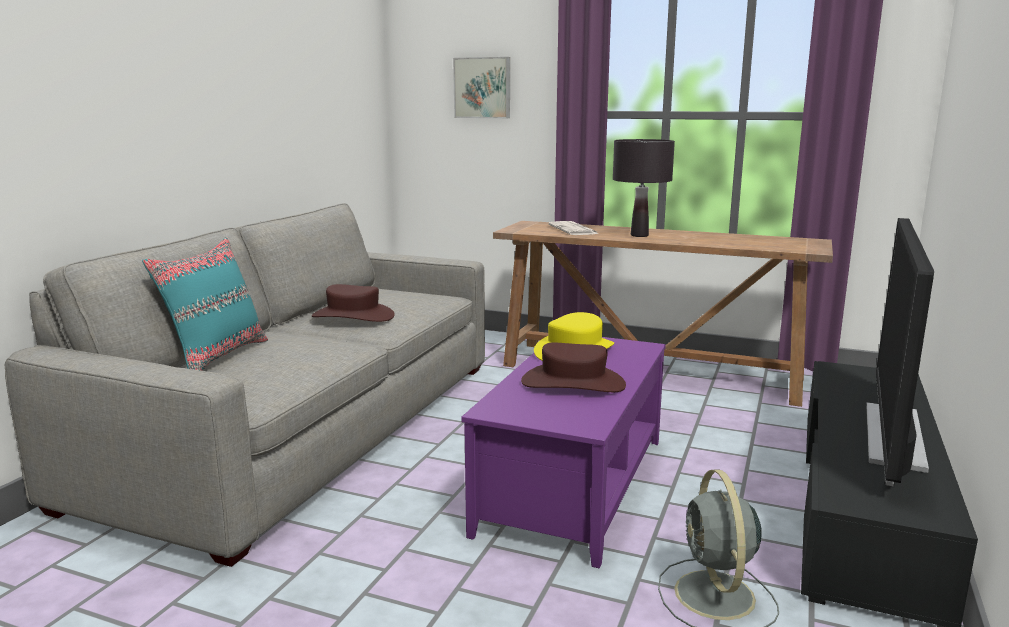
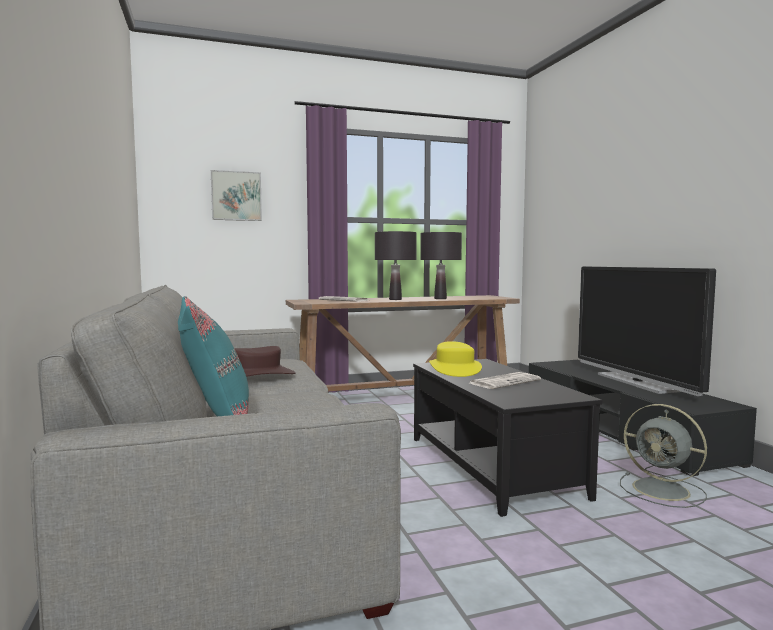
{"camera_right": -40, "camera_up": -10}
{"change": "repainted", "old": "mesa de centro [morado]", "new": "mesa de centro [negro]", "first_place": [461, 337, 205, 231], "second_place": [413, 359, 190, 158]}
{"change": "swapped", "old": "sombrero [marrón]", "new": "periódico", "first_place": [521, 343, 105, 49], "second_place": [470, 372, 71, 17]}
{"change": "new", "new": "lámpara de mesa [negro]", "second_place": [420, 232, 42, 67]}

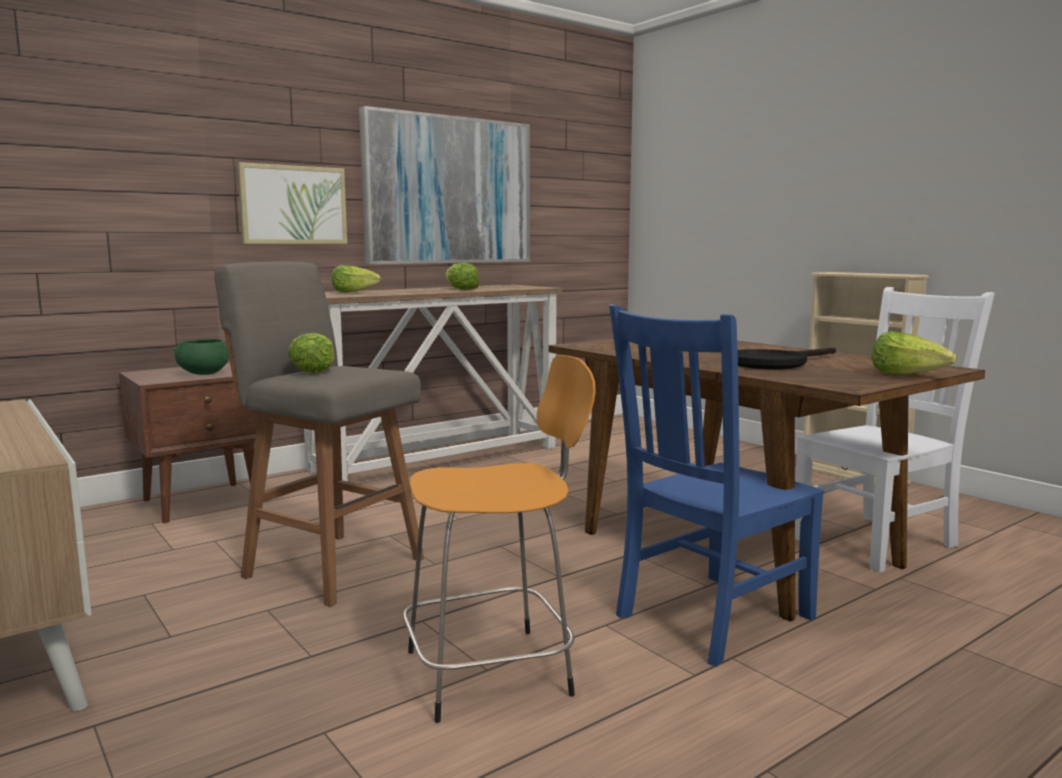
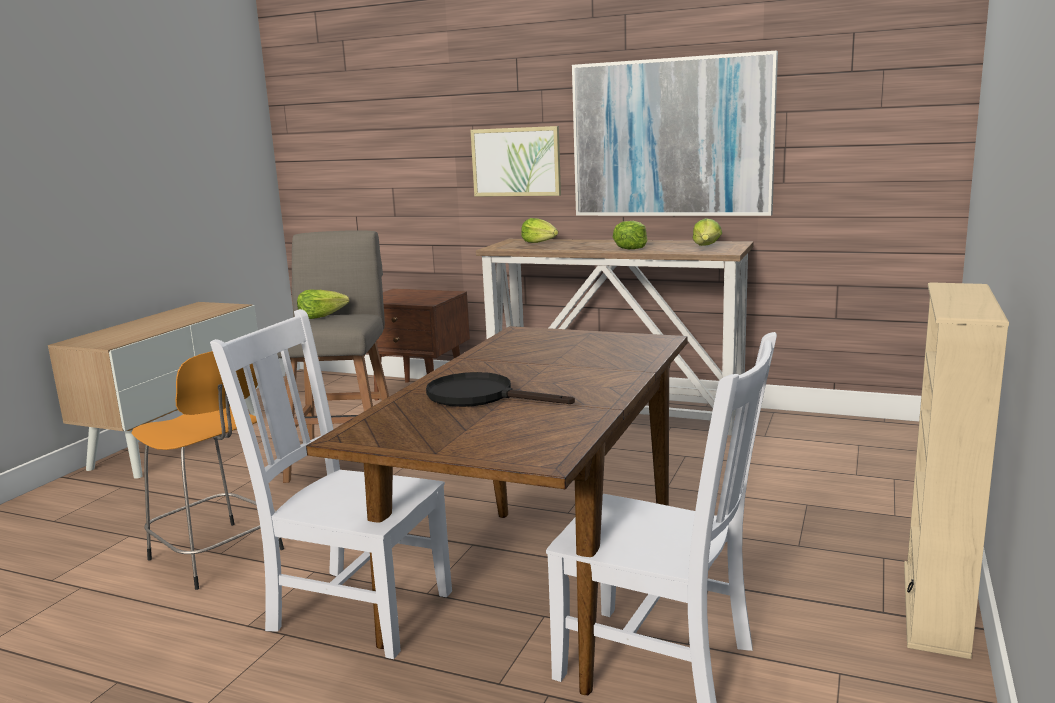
{"camera_right": 60, "camera_up": 5}
{"change": "repainted", "old": "silla [azul]", "new": "silla [blanco]", "first_place": [609, 304, 215, 362], "second_place": [210, 309, 242, 350]}
{"change": "shifted", "old": "lechuga", "first_place": [871, 331, 85, 44], "second_place": [693, 218, 29, 28]}
{"change": "gone", "old": "cuenco [verde]", "first_place": [174, 339, 55, 36]}

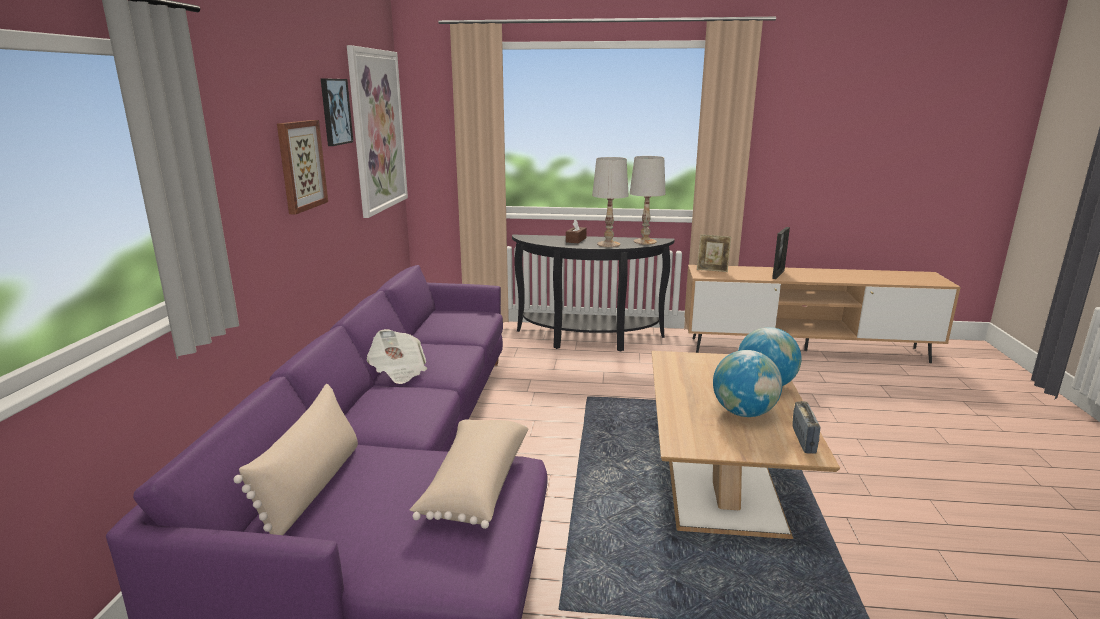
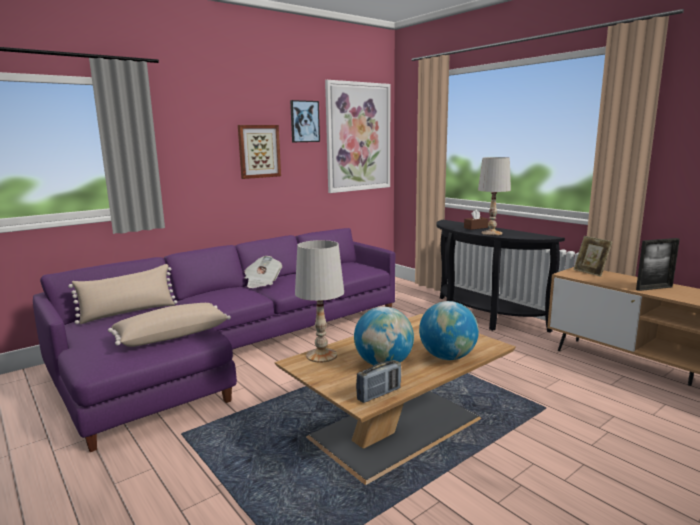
{"camera_right": 45, "camera_up": -5}
{"change": "shifted", "old": "lámpara de mesa [blanco]", "first_place": [630, 156, 36, 89], "second_place": [295, 240, 49, 123]}

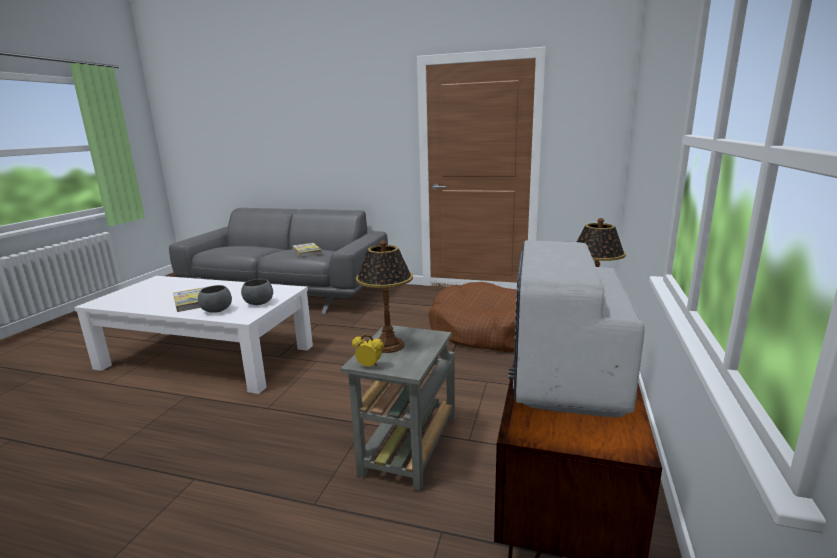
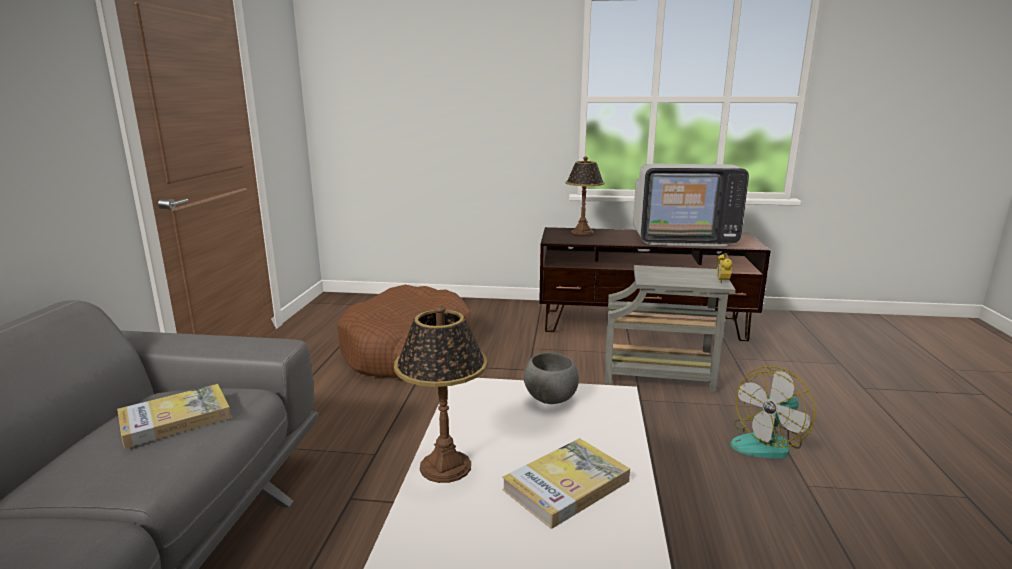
{"camera_right": -100, "camera_up": 0}
{"change": "shifted", "old": "lámpara de mesa", "first_place": [356, 240, 57, 113], "second_place": [394, 304, 93, 179]}
{"change": "gone", "old": "cuenco [gris]", "first_place": [198, 285, 34, 28]}
{"change": "new", "new": "ventilador", "second_place": [730, 366, 85, 92]}

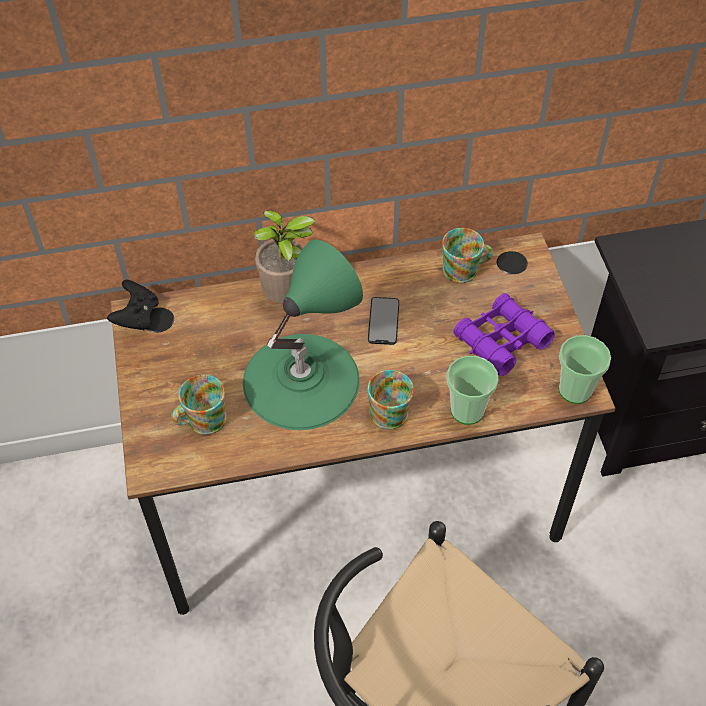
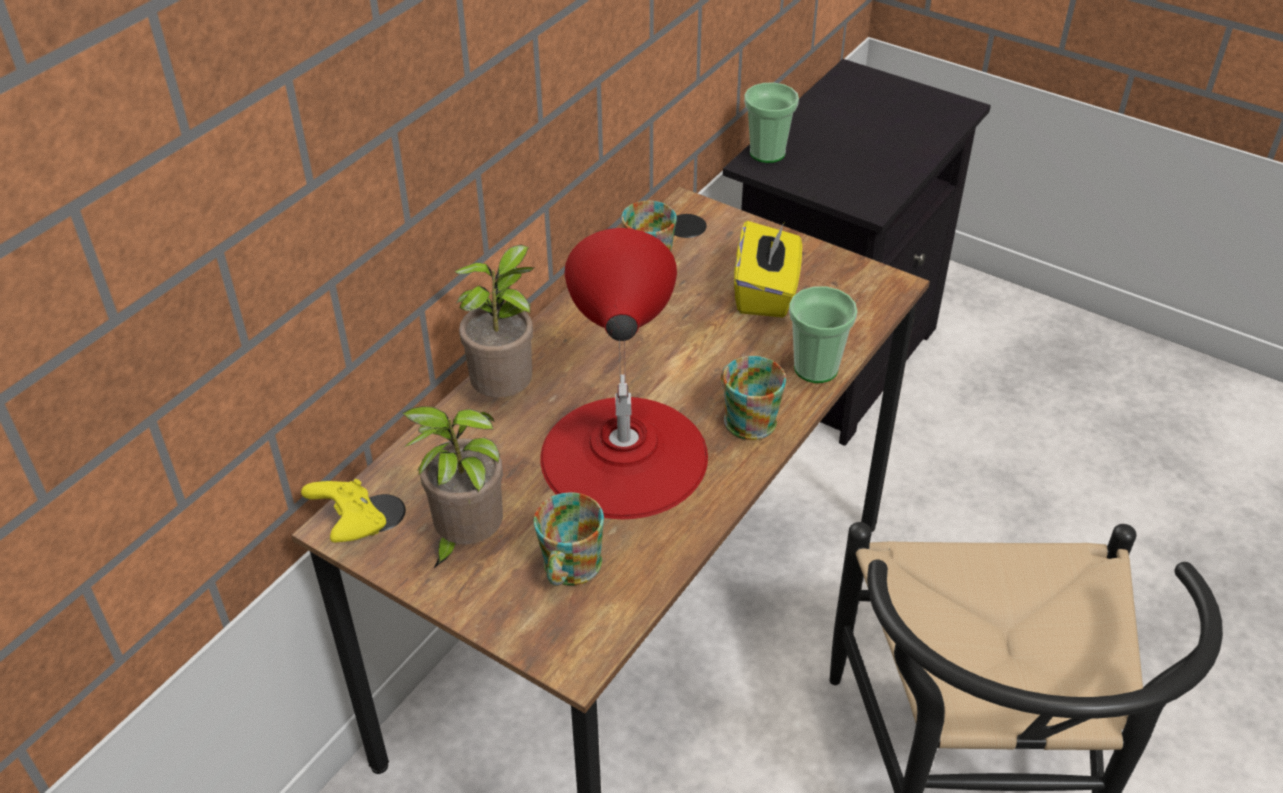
{"camera_right": -45, "camera_up": -10}
{"change": "repainted", "old": "lámpara de mesa [verde]", "new": "lámpara de mesa [rojo]", "first_place": [243, 239, 120, 191], "second_place": [540, 228, 168, 291]}
{"change": "repainted", "old": "mando de consola [negro]", "new": "mando de consola [amarillo]", "first_place": [107, 280, 52, 50], "second_place": [301, 479, 85, 64]}
{"change": "swapped", "old": "prismáticos [morado]", "new": "caja de pañuelos [amarillo]", "first_place": [454, 293, 101, 83], "second_place": [734, 221, 68, 96]}
{"change": "gone", "old": "móvil", "first_place": [368, 297, 31, 48]}
{"change": "shifted", "old": "taza", "first_place": [559, 335, 52, 69], "second_place": [744, 82, 55, 81]}
{"change": "new", "new": "planta en maceta", "second_place": [403, 406, 100, 163]}

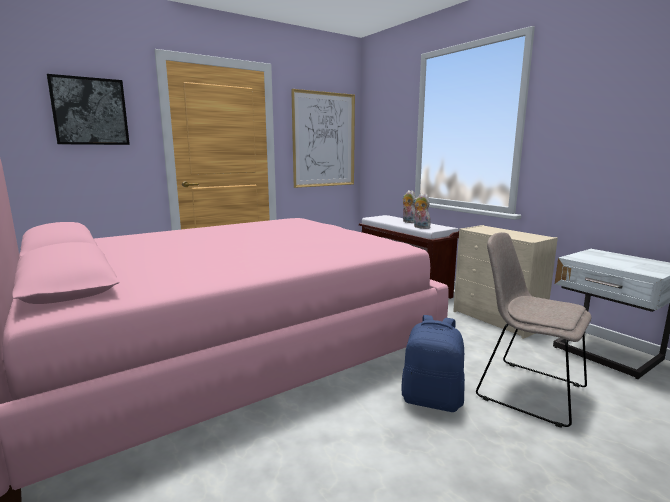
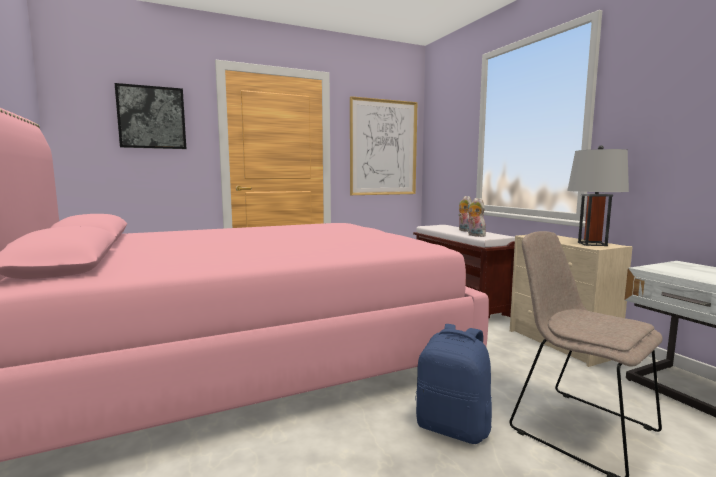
{"camera_right": 10, "camera_up": -5}
{"change": "new", "new": "lámpara de mesa [gris]", "second_place": [567, 145, 62, 101]}

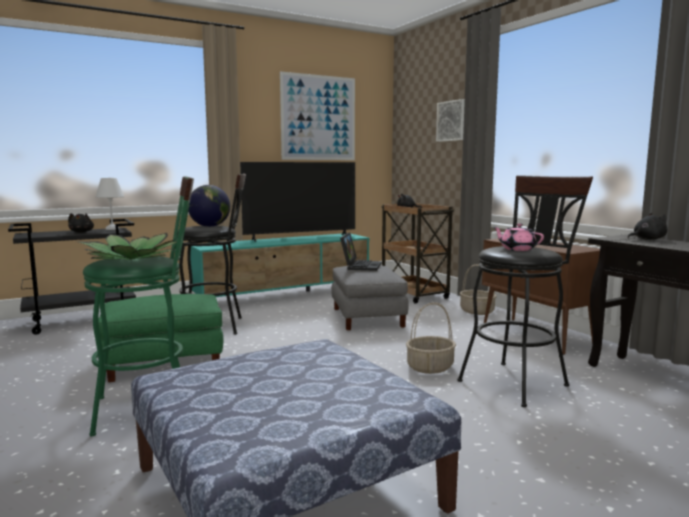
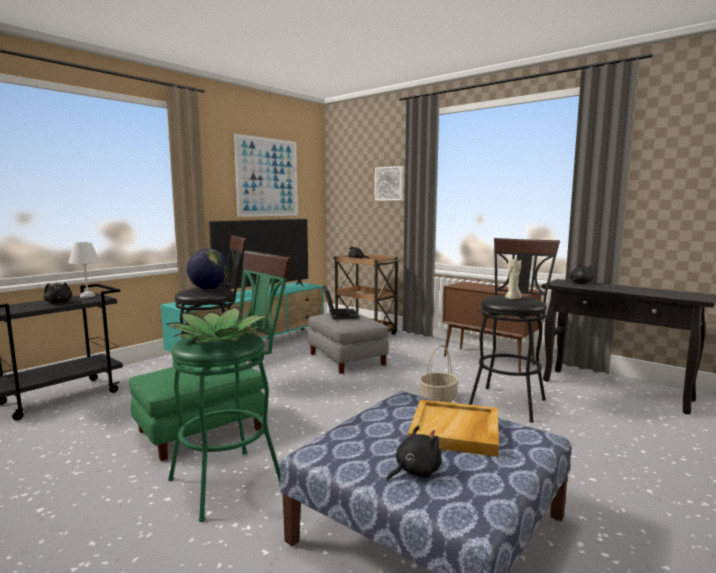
{"camera_right": -20, "camera_up": 0}
{"change": "swapped", "old": "tetera [rosa]", "new": "vela [beis]", "first_place": [493, 223, 51, 28], "second_place": [505, 259, 17, 40]}
{"change": "gone", "old": "cesta", "first_place": [460, 264, 37, 51]}
{"change": "new", "new": "bandeja [beis]", "second_place": [408, 399, 91, 58]}
{"change": "new", "new": "peluche [negro]", "second_place": [386, 425, 55, 56]}

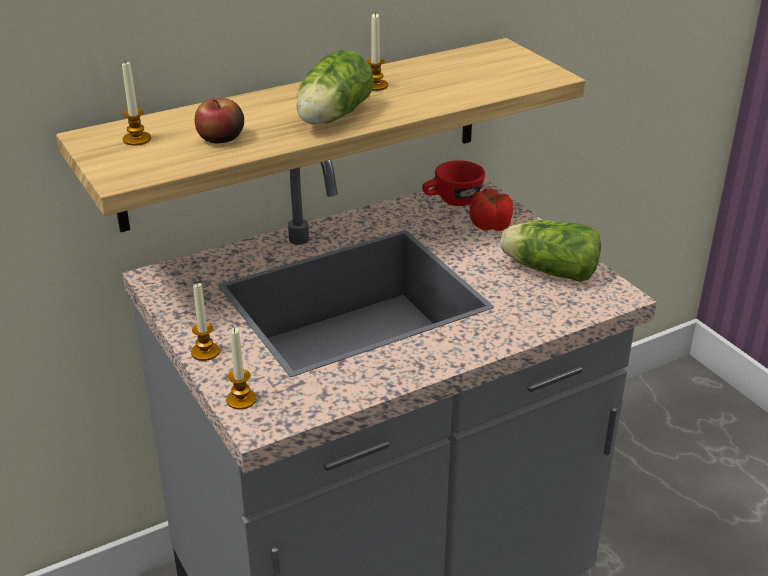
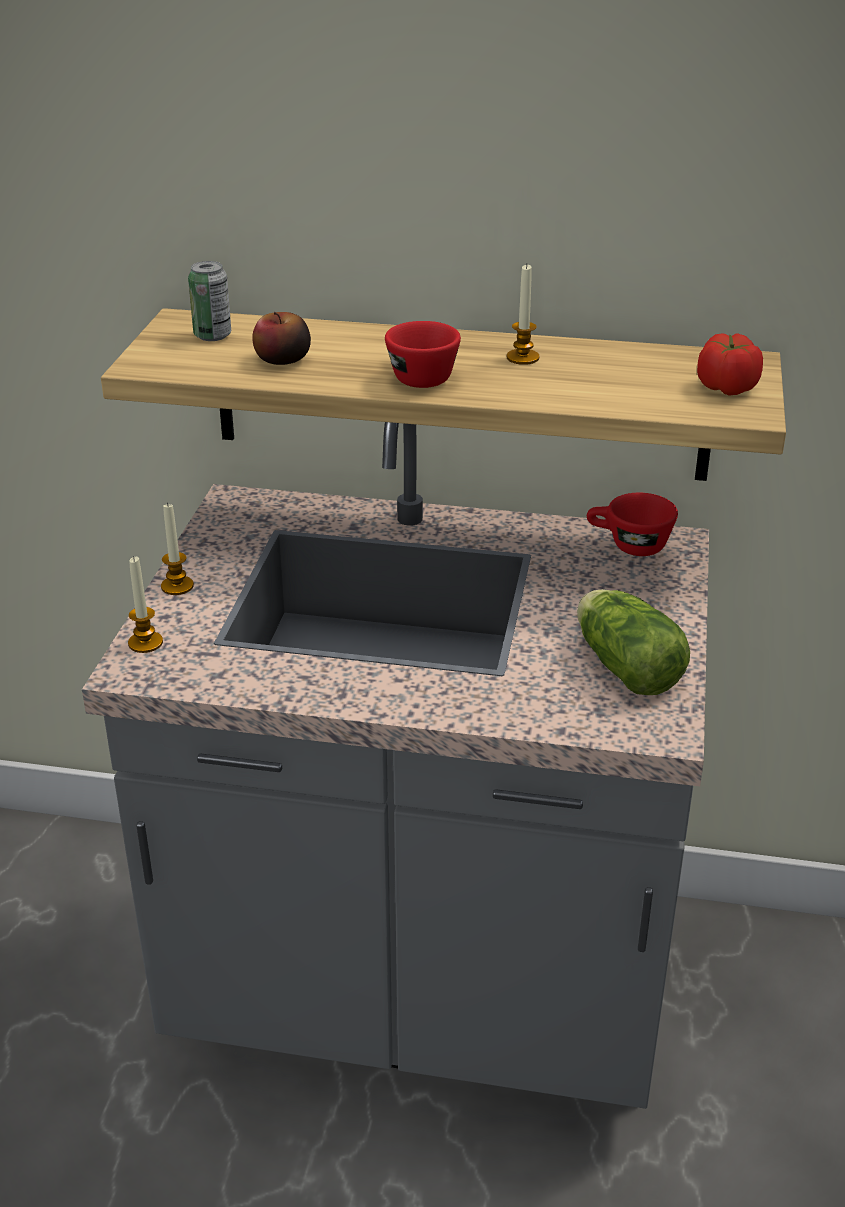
{"camera_right": 40, "camera_up": 0}
{"change": "swapped", "old": "lechuga", "new": "taza [rojo]", "first_place": [296, 50, 78, 74], "second_place": [385, 321, 76, 67]}
{"change": "swapped", "old": "vela", "new": "lata", "first_place": [122, 60, 29, 86], "second_place": [188, 261, 43, 80]}
{"change": "shifted", "old": "tomate", "first_place": [470, 189, 43, 42], "second_place": [697, 333, 66, 63]}

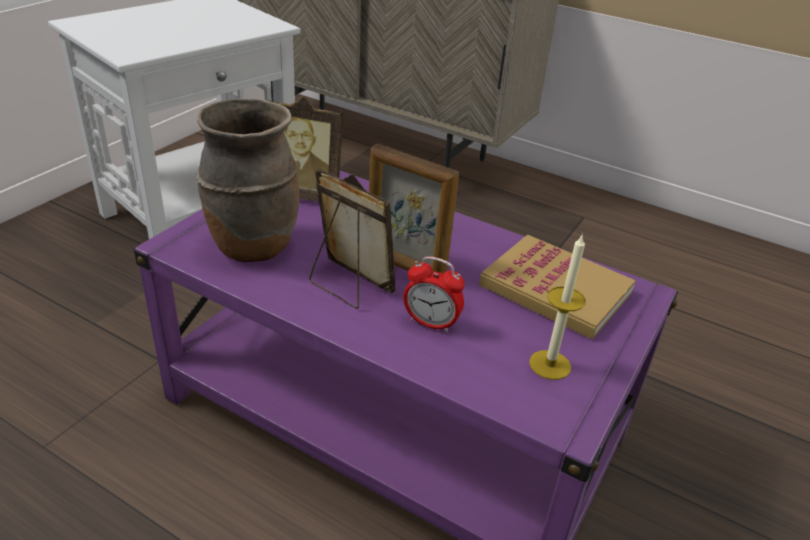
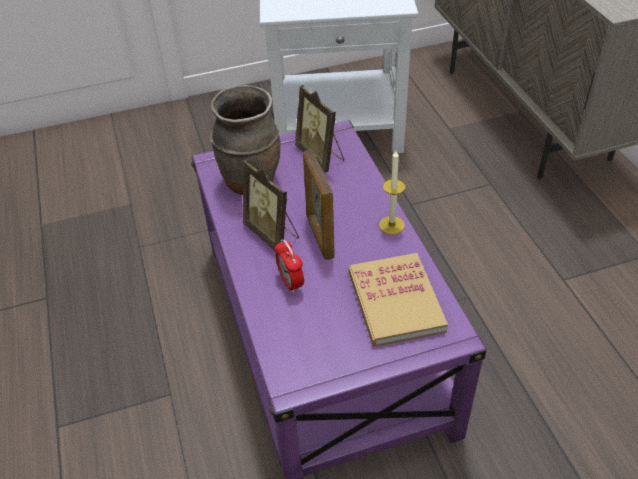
{"camera_right": 45, "camera_up": 10}
{"change": "rotated", "old": "portarretratos", "first_place": [309, 169, 87, 140], "second_place": [243, 160, 56, 92], "degrees": 150}
{"change": "shifted", "old": "vela", "first_place": [529, 233, 57, 147], "second_place": [379, 151, 27, 84]}

